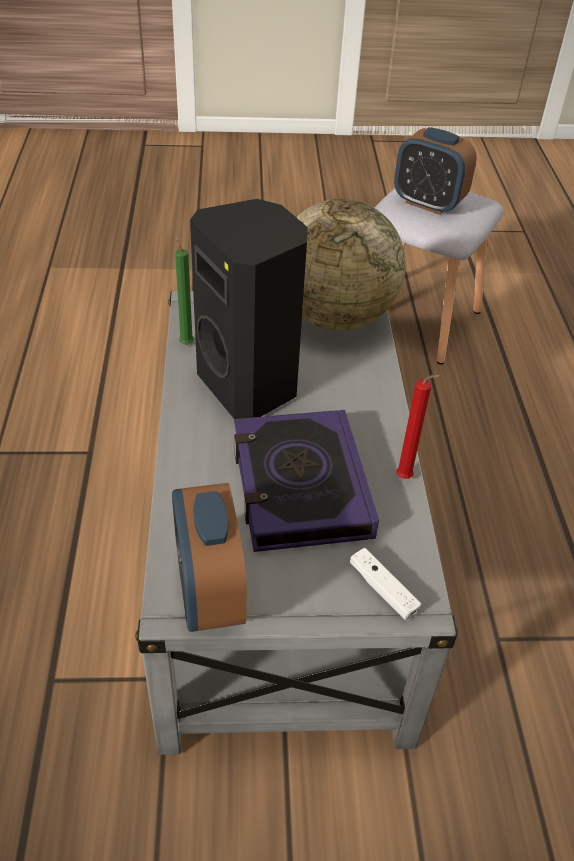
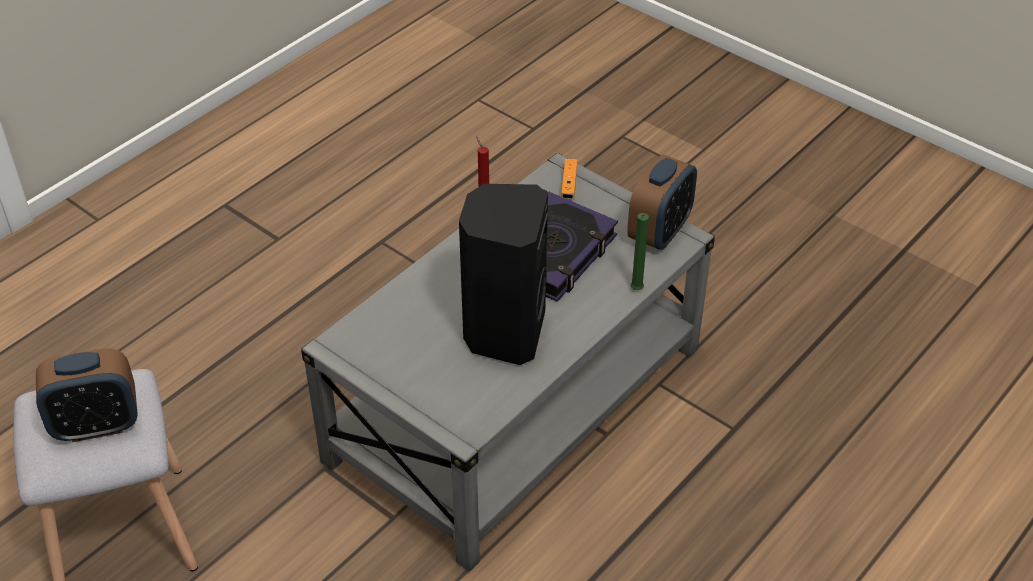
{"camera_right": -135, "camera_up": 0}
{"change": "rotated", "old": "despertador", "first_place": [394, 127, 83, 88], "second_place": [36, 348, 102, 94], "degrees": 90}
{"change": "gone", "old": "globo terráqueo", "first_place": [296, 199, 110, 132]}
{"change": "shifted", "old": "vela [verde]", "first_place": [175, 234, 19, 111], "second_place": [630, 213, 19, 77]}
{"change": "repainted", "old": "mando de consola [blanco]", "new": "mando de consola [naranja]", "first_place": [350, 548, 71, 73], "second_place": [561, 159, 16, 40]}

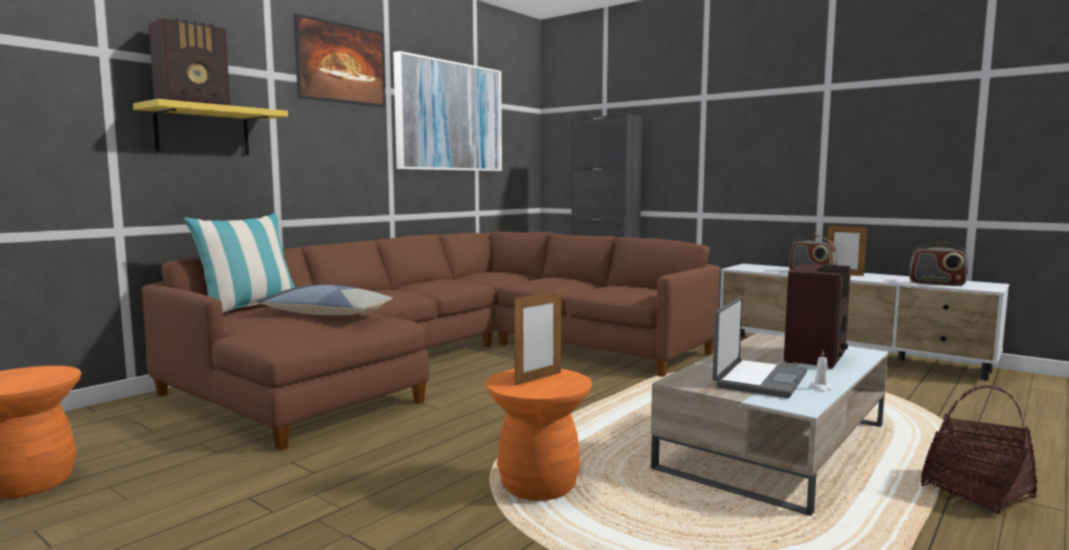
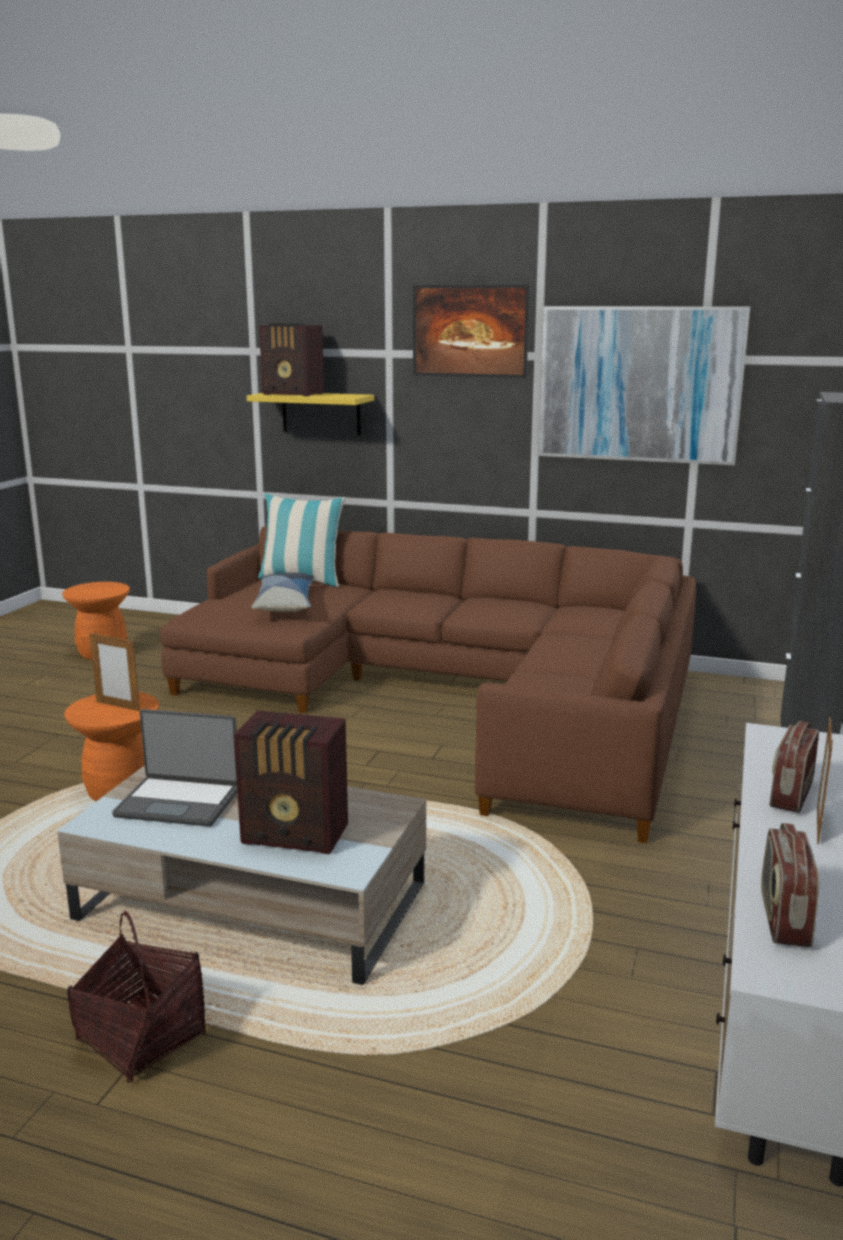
{"camera_right": 70, "camera_up": 10}
{"change": "gone", "old": "vela [blanco]", "first_place": [810, 350, 22, 42]}

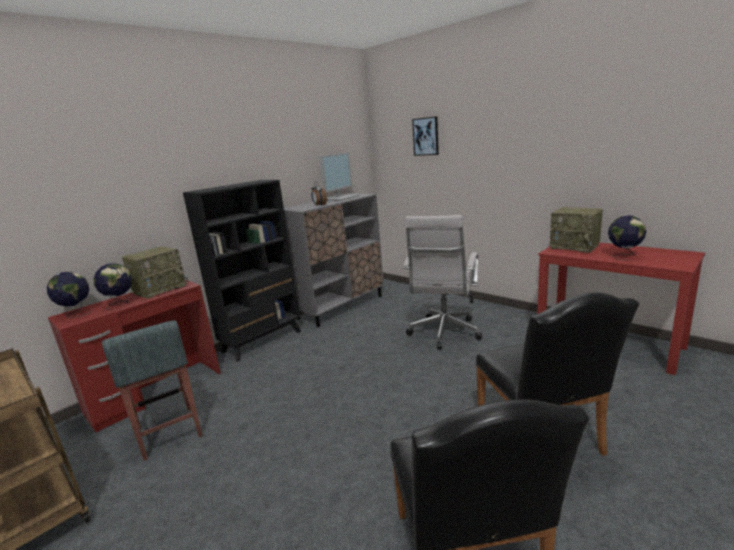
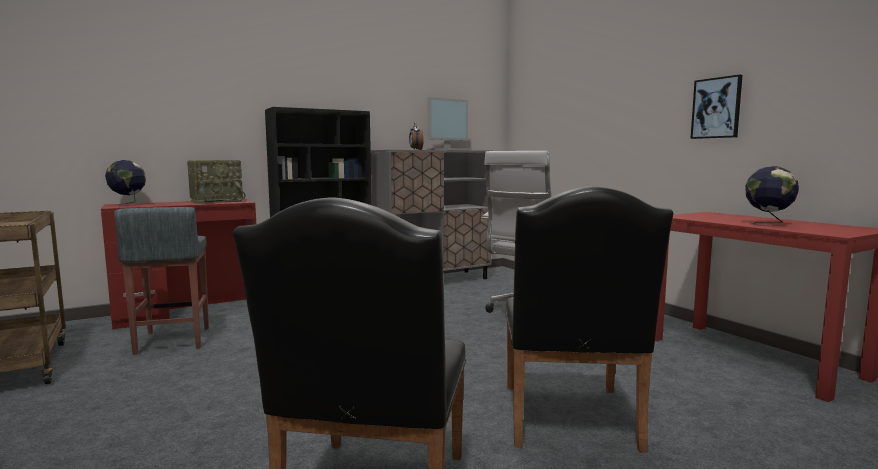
{"camera_right": 15, "camera_up": -10}
{"change": "shifted", "old": "cuadro", "first_place": [412, 116, 27, 40], "second_place": [691, 74, 52, 65]}
{"change": "gone", "old": "radio", "first_place": [550, 207, 53, 46]}
{"change": "gone", "old": "globo terráqueo", "first_place": [93, 263, 40, 47]}

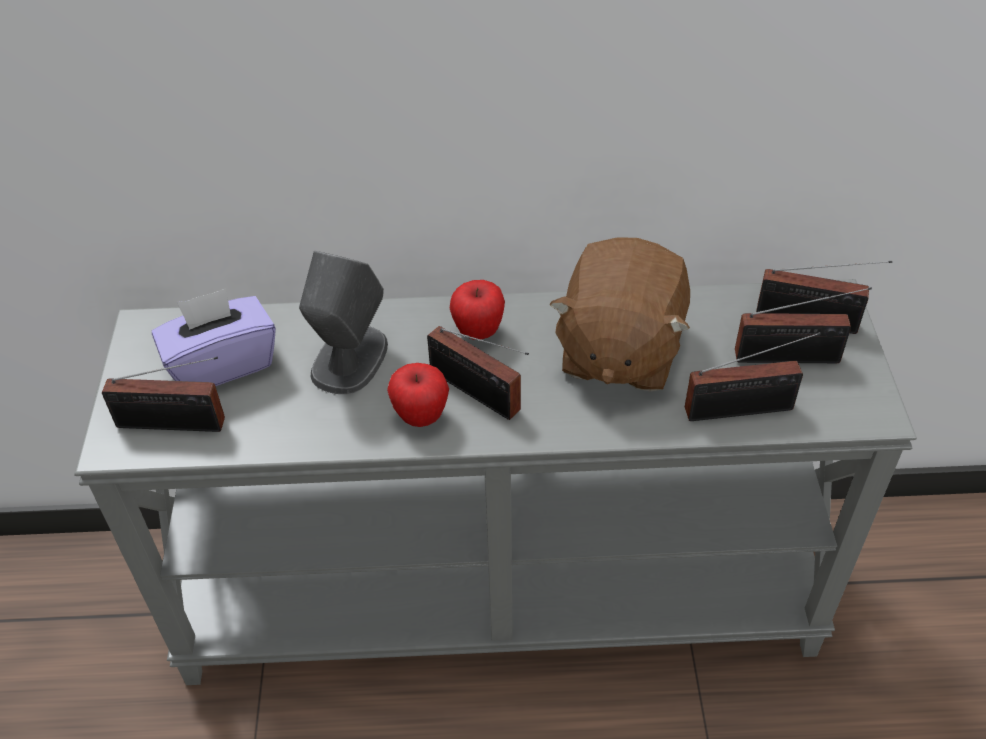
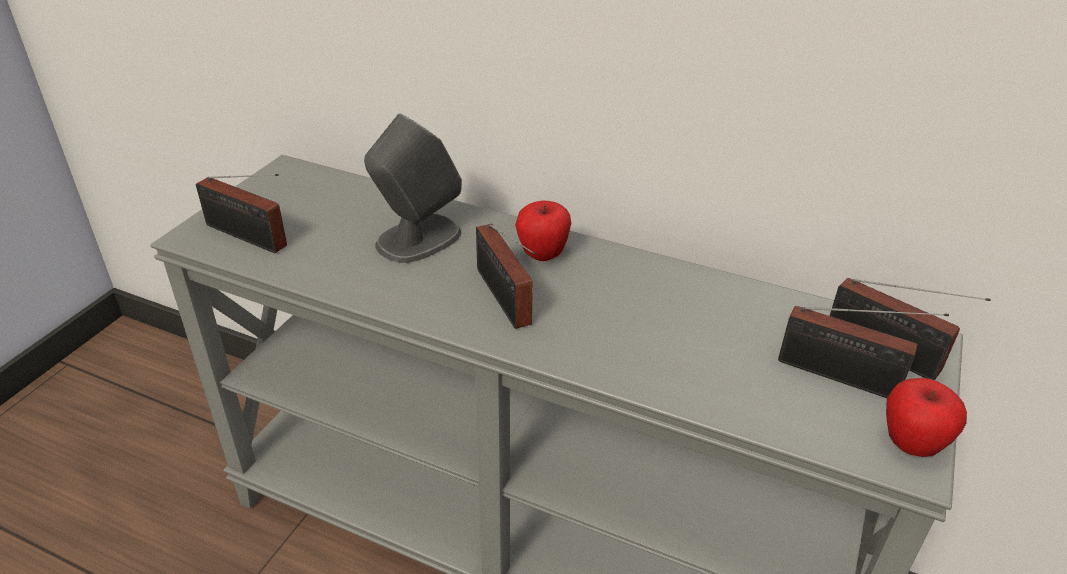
{"camera_right": 25, "camera_up": -10}
{"change": "gone", "old": "peluche [marrón]", "first_place": [549, 237, 141, 154]}
{"change": "gone", "old": "caja de pañuelos [morado]", "first_place": [152, 288, 124, 98]}
{"change": "gone", "old": "radio", "first_place": [685, 332, 136, 89]}
{"change": "shifted", "old": "manzana", "first_place": [387, 363, 62, 64], "second_place": [886, 378, 81, 79]}

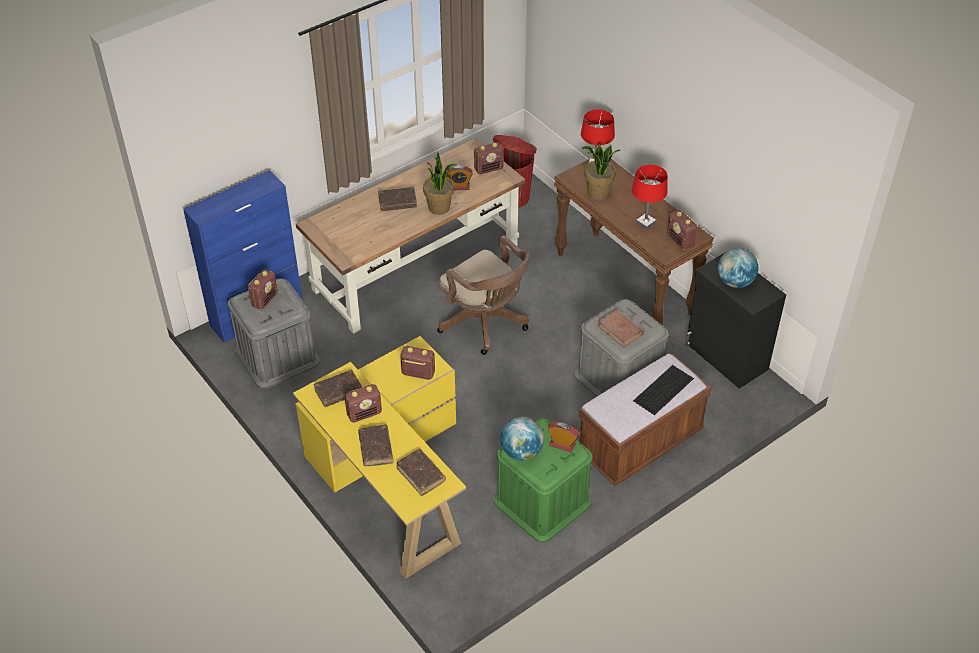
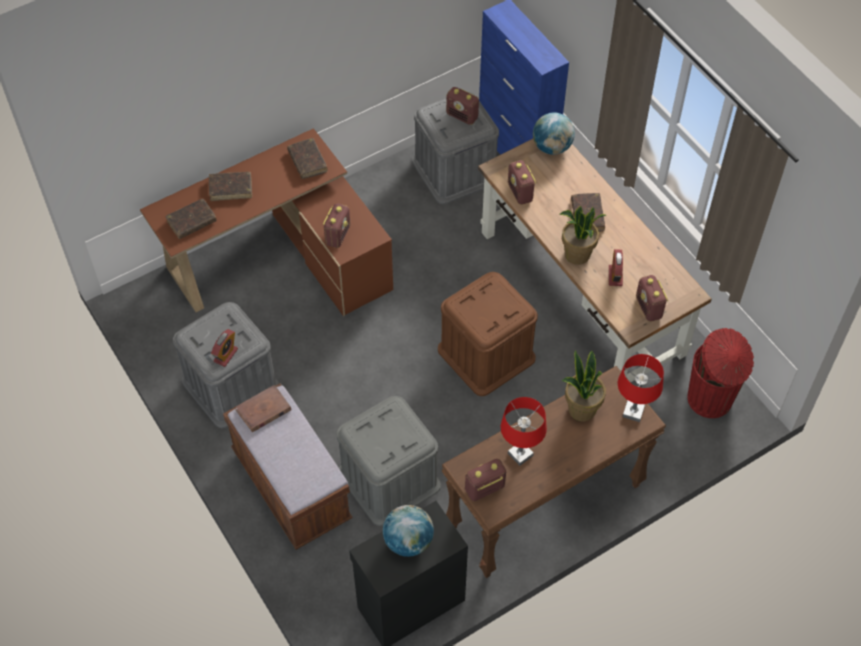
{"camera_right": 95, "camera_up": 10}
{"change": "swapped", "old": "silla de oficina [marrón]", "new": "caja de almacenaje [marrón]", "first_place": [437, 235, 93, 120], "second_place": [438, 272, 100, 124]}
{"change": "shifted", "old": "libro [marrón]", "first_place": [597, 309, 47, 39], "second_place": [236, 385, 55, 47]}
{"change": "repainted", "old": "escritorio [amarillo]", "new": "escritorio [marrón]", "first_place": [293, 336, 173, 243], "second_place": [140, 128, 253, 188]}
{"change": "gone", "old": "teclado", "first_place": [633, 365, 61, 50]}
{"change": "shifted", "old": "radio", "first_place": [345, 384, 37, 39], "second_place": [508, 160, 28, 45]}
{"change": "shifted", "old": "globo terráqueo", "first_place": [500, 417, 44, 44], "second_place": [533, 112, 42, 43]}
{"change": "repainted", "old": "caja de almacenaje [verde]", "new": "caja de almacenaje [gris]", "first_place": [494, 418, 98, 125], "second_place": [173, 302, 106, 126]}

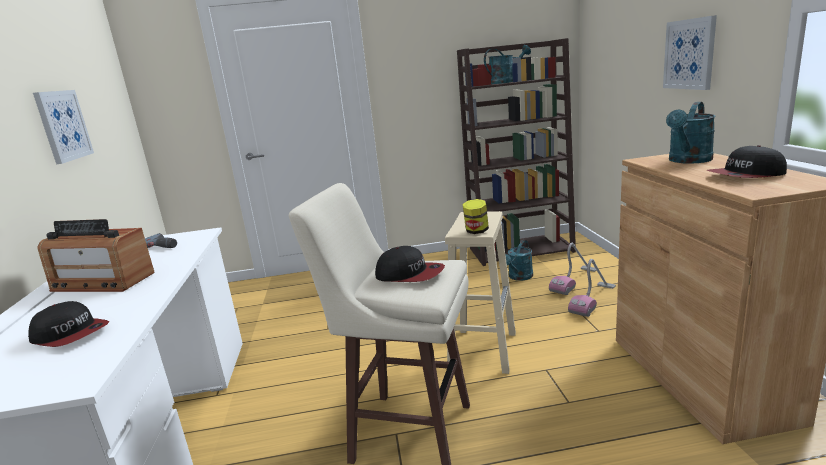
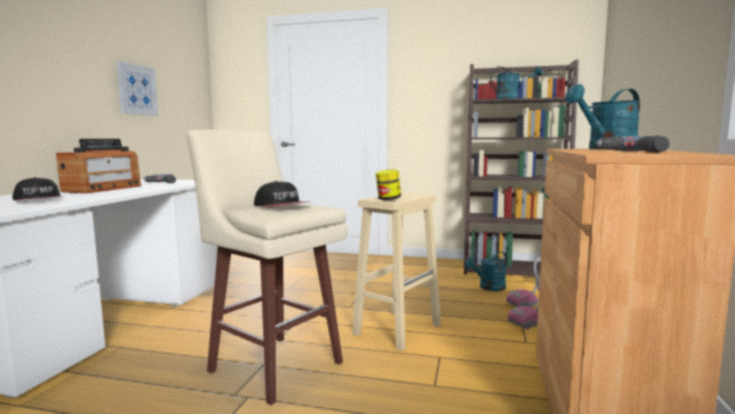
{"camera_right": 20, "camera_up": -10}
{"change": "gone", "old": "cuadro", "first_place": [663, 15, 54, 75]}
{"change": "swapped", "old": "gorra", "new": "taladro", "first_place": [707, 145, 80, 33], "second_place": [596, 136, 74, 16]}
{"change": "rotated", "old": "radio", "first_place": [37, 219, 118, 73], "second_place": [56, 139, 85, 54], "degrees": -105}

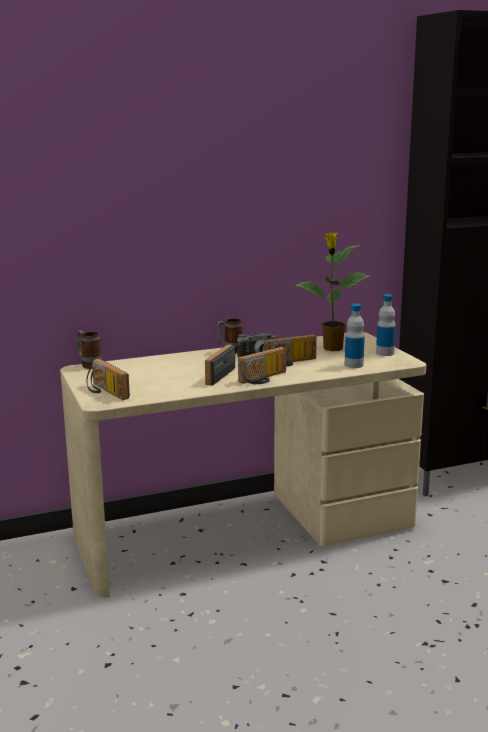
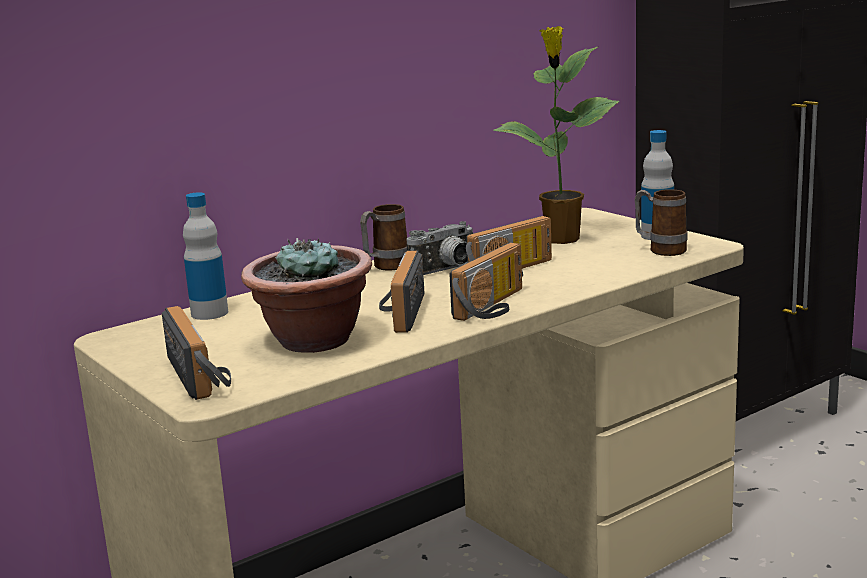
{"camera_right": -15, "camera_up": 0}
{"change": "shifted", "old": "botella", "first_place": [345, 304, 20, 64], "second_place": [183, 192, 45, 128]}
{"change": "shifted", "old": "taza grande", "first_place": [76, 330, 26, 39], "second_place": [635, 189, 53, 67]}
{"change": "rotated", "old": "radio", "first_place": [86, 359, 44, 41], "second_place": [162, 306, 69, 94], "degrees": -150}
{"change": "new", "new": "planta en maceta", "second_place": [241, 238, 131, 115]}

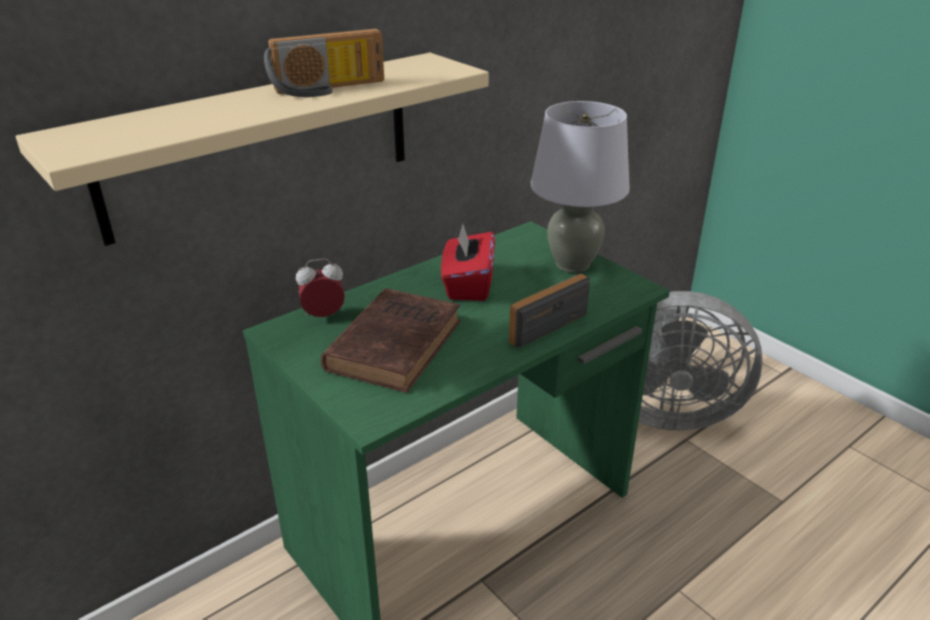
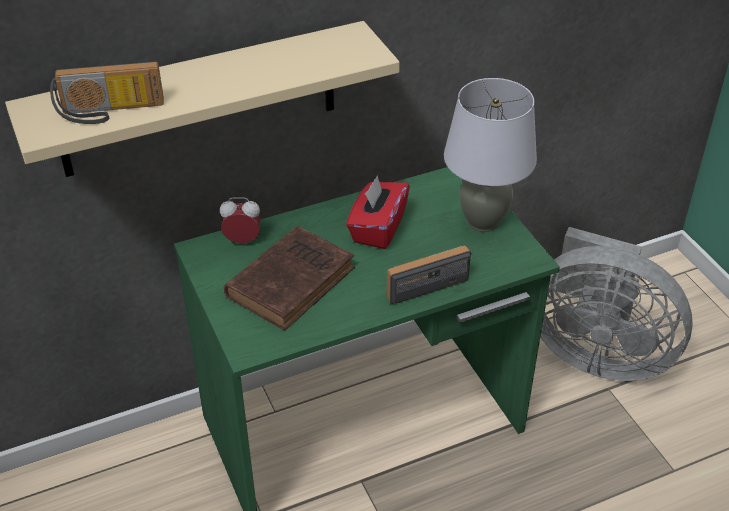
{"camera_right": 15, "camera_up": 10}
{"change": "shifted", "old": "radio", "first_place": [264, 29, 120, 68], "second_place": [50, 61, 114, 63]}

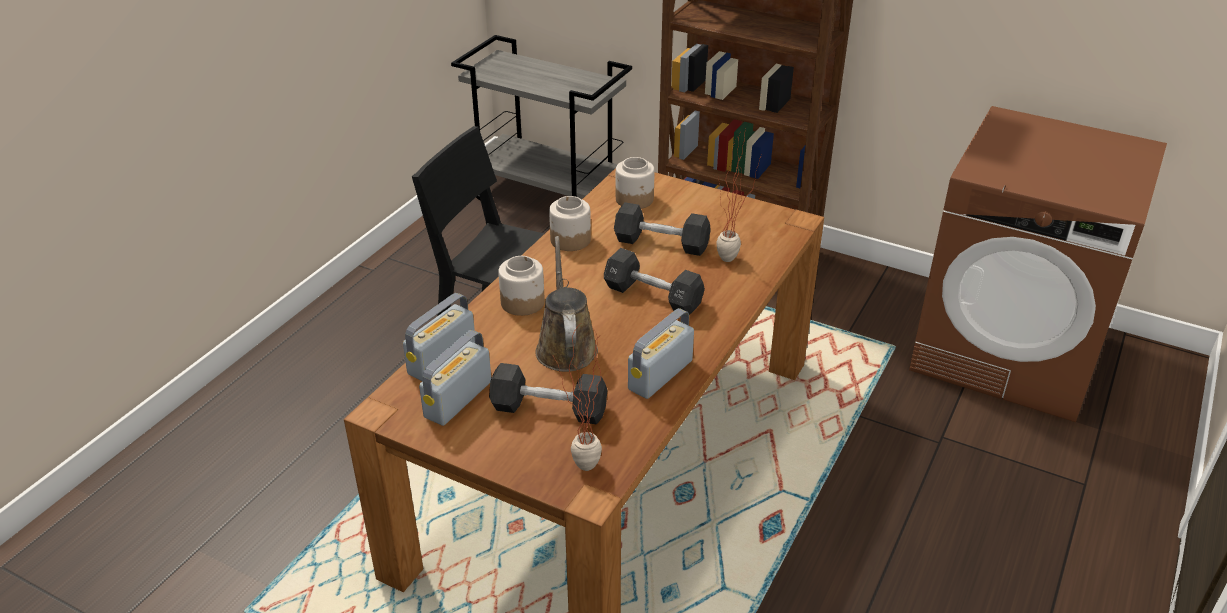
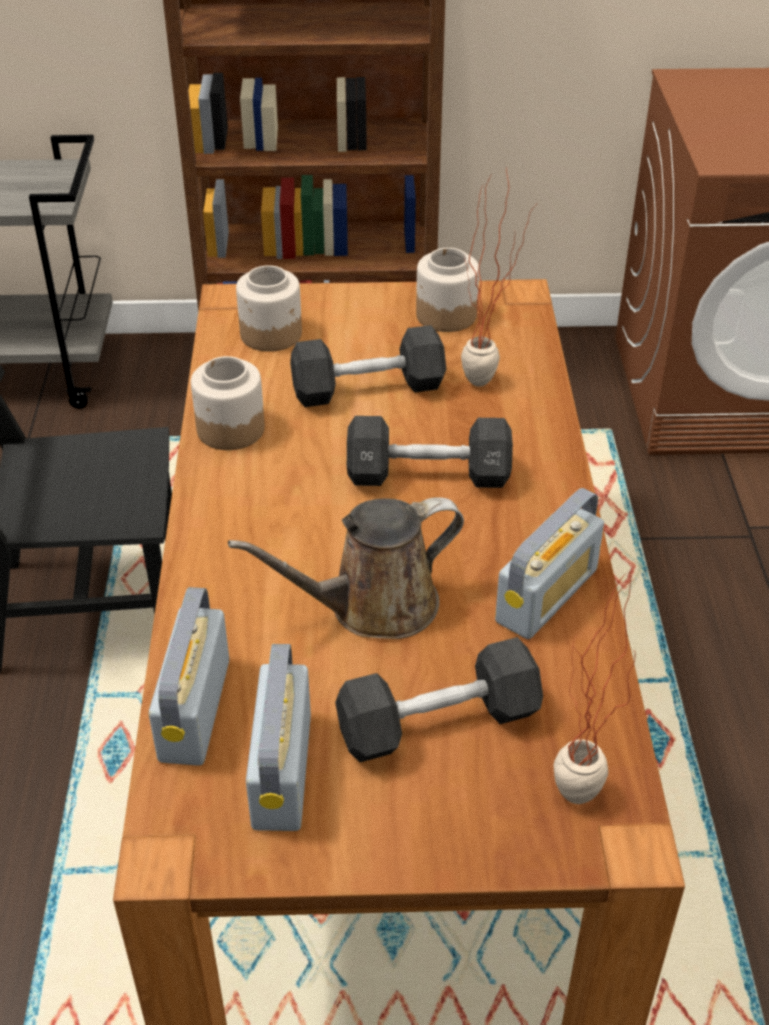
{"camera_right": -30, "camera_up": 5}
{"change": "rotated", "old": "regadera [marrón]", "first_place": [535, 236, 63, 136], "second_place": [228, 497, 236, 142], "degrees": -75}
{"change": "shifted", "old": "tarro", "first_place": [498, 256, 47, 60], "second_place": [416, 248, 63, 84]}
{"change": "rotated", "old": "radio", "first_place": [628, 308, 66, 91], "second_place": [495, 488, 109, 151], "degrees": -150}

